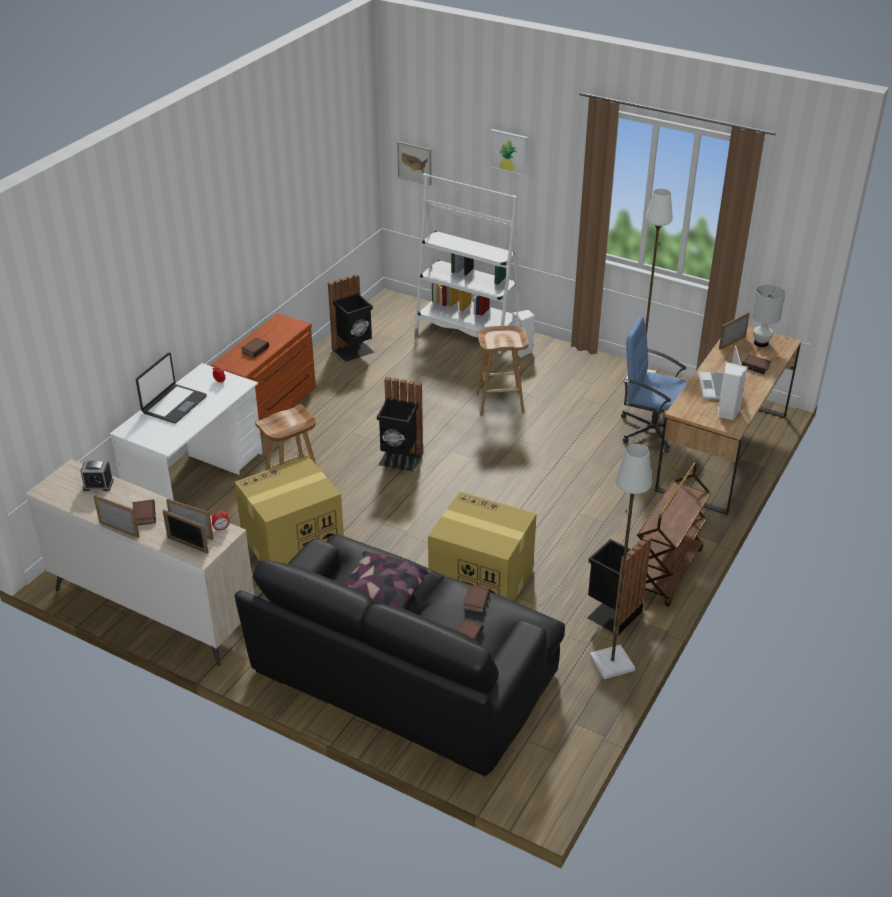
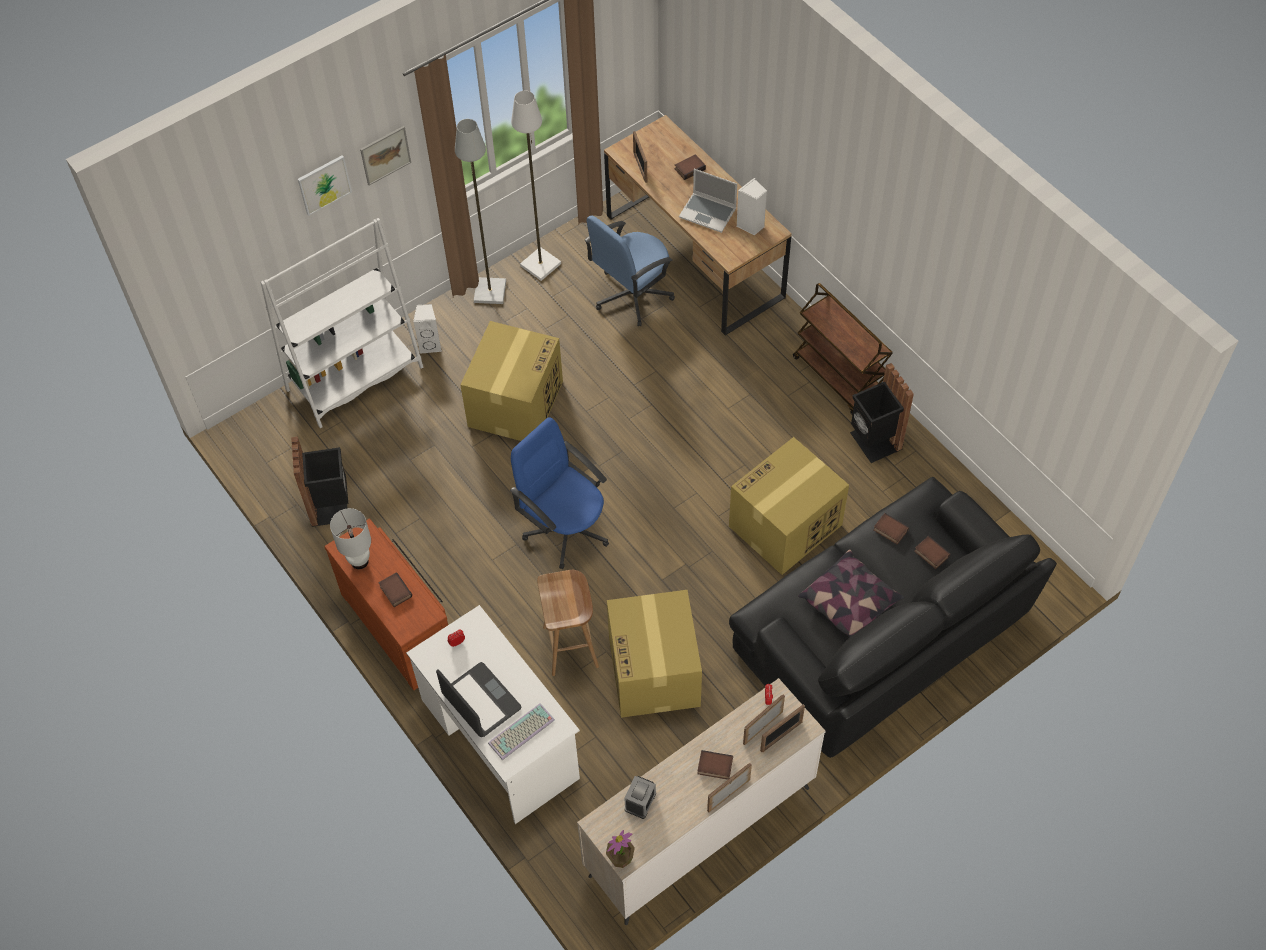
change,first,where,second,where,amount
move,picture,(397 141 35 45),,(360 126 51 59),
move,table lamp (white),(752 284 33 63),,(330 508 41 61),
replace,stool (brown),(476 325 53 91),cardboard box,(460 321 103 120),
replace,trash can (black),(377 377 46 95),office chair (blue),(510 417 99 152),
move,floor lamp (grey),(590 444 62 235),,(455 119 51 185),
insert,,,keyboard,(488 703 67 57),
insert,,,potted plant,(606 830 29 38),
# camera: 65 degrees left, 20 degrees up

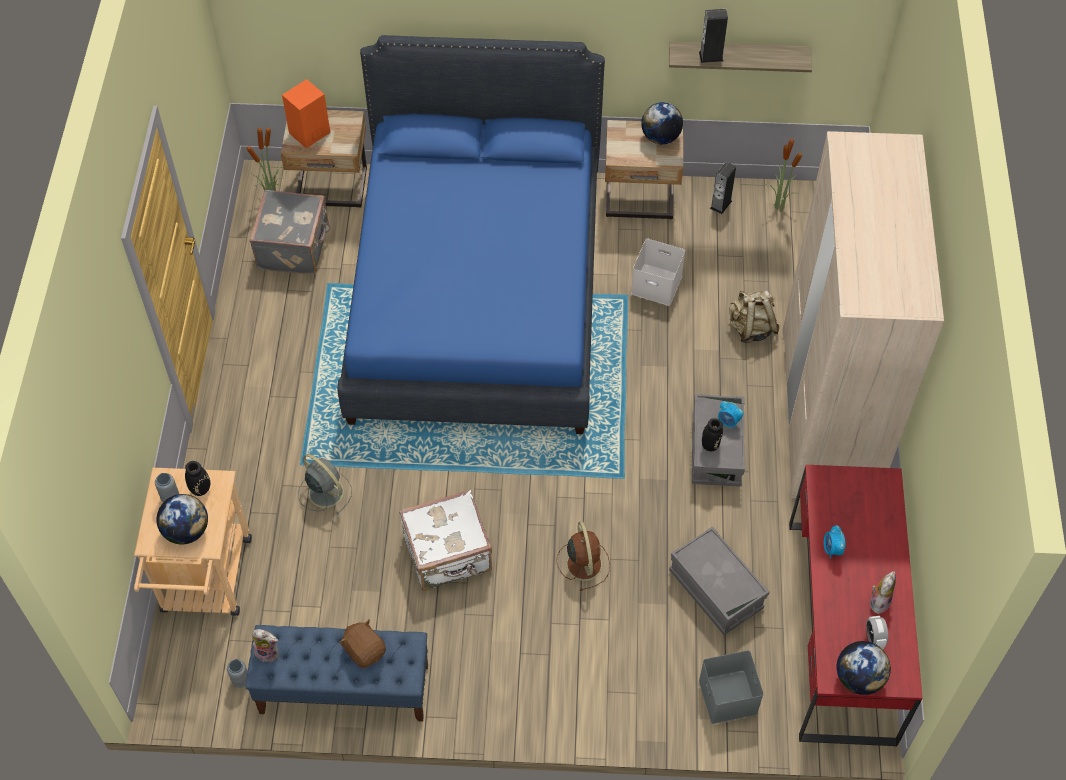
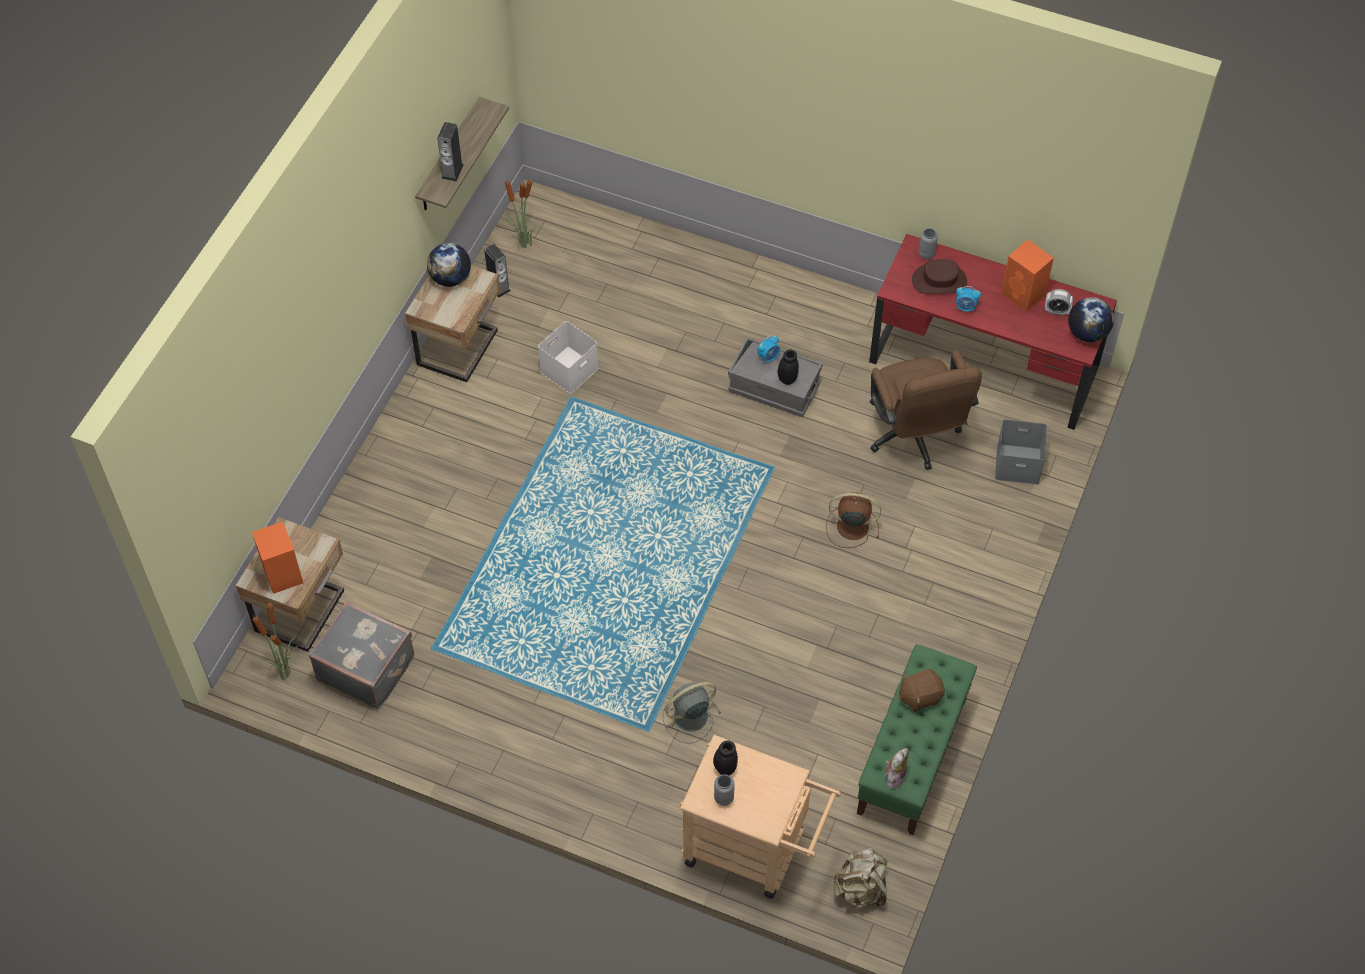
change,first,where,second,where,amount
delete,bed (blue),(337 35 268 399),,,
delete,wardrobe (beige),(783 131 161 368),,,
move,backpack (beige),(729 291 51 52),,(834 848 53 59),
delete,suitcase (white),(399 490 93 101),,,
delete,globe,(156 494 52 51),,,
replace,storage box (grey),(669 526 101 109),office chair (brown),(870 350 112 120),
replace,plush toy,(870 571 26 44),speaker (orange),(1001 240 53 72),
recolor,bench (blue),(246 625 182 97),bench (green),(857 644 120 191),
move,vase (grey),(227 659 21 29),,(919 228 19 31),
insert,,,hat (brown),(912 259 55 35),
# camera: 70 degrees left, 0 degrees up

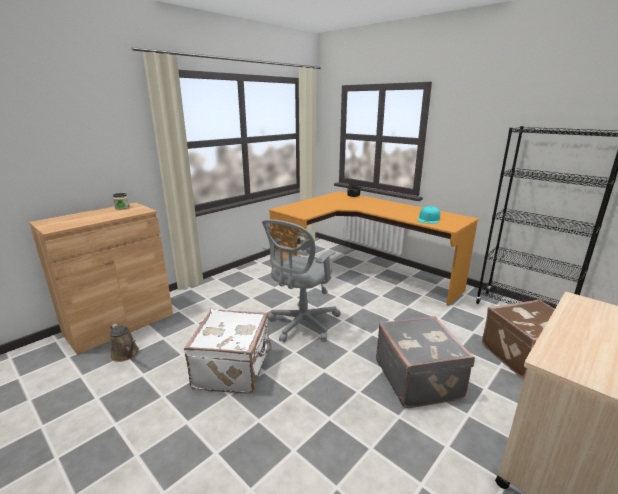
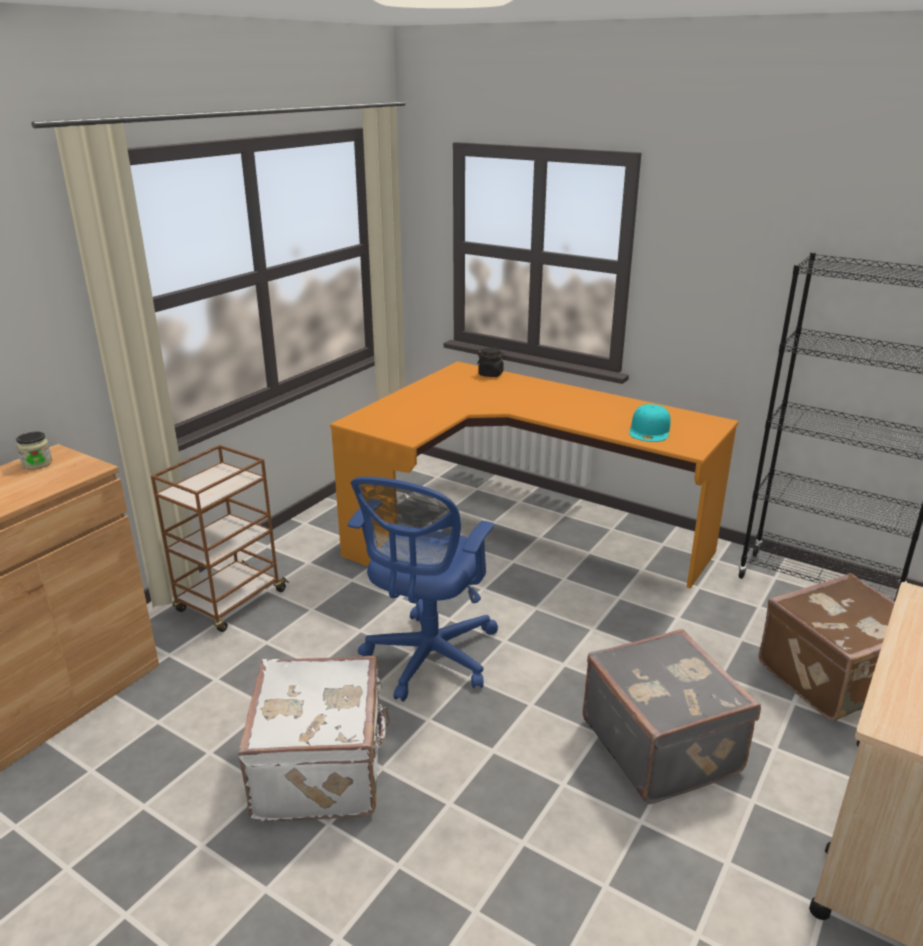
change,first,where,second,where,amount
recolor,office chair (grey),(262 219 79 123),office chair (blue),(348 477 150 225),
delete,watering can (brown),(110 323 29 39),,,
insert,,,cart (brown),(151 445 138 187),
# camera: 10 degrees left, 5 degrees up

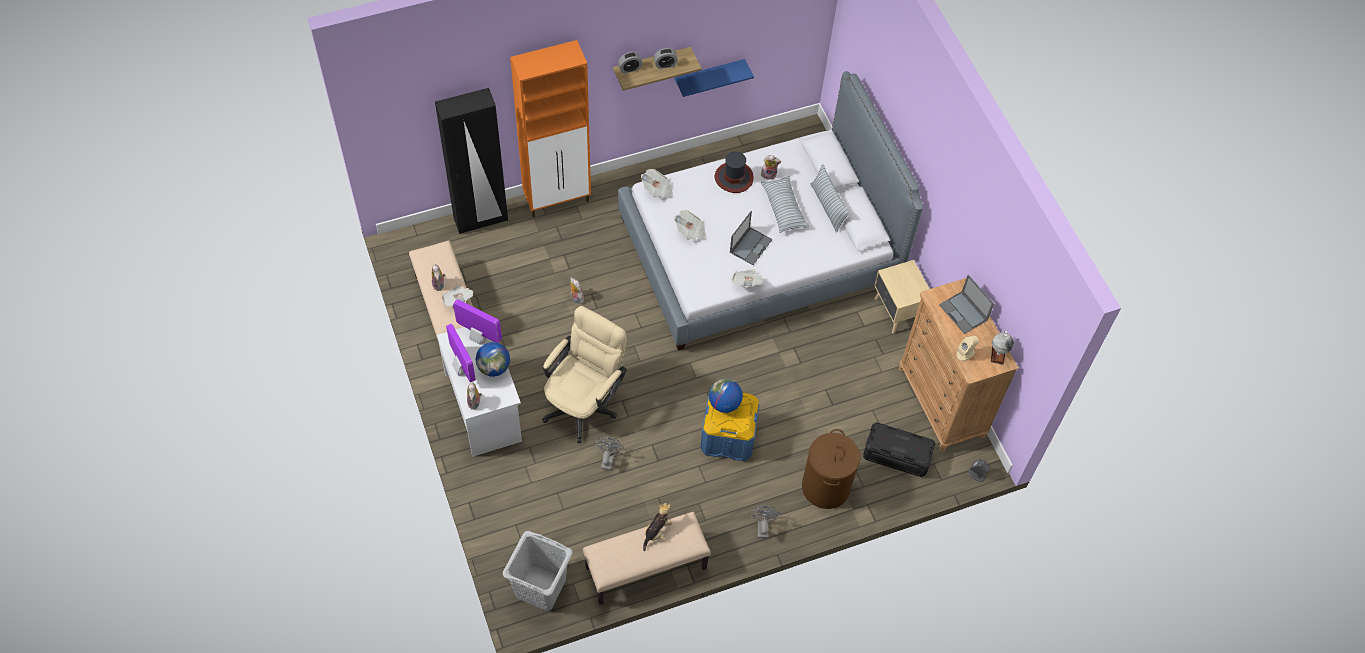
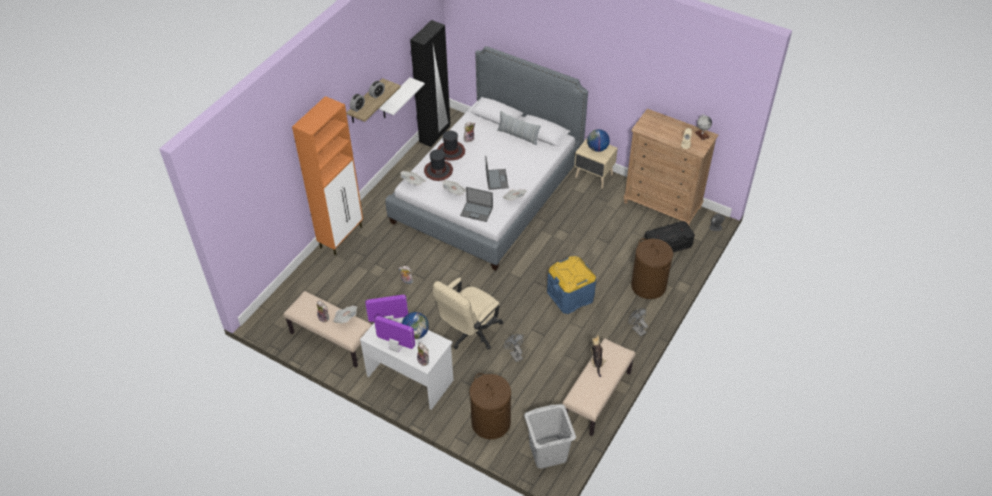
change,first,where,second,where,amount
recolor,shelf (blue),(675 59 79 38),shelf (white),(379 77 46 41),
move,wardrobe (black),(435 88 73 146),,(410 20 40 127),
delete,pillow,(761 176 48 57),,,
move,laptop,(939 275 55 59),,(460 187 33 35),
rotate,office chair (beige),(542 306 85 137),,(433 278 70 72),135 degrees counterclockwise
move,globe,(709 379 34 34),,(587 129 23 23),
insert,,,hat,(424 149 29 32),
insert,,,laundry basket (brown),(469 373 42 66),
# camera: 35 degrees left, 10 degrees down

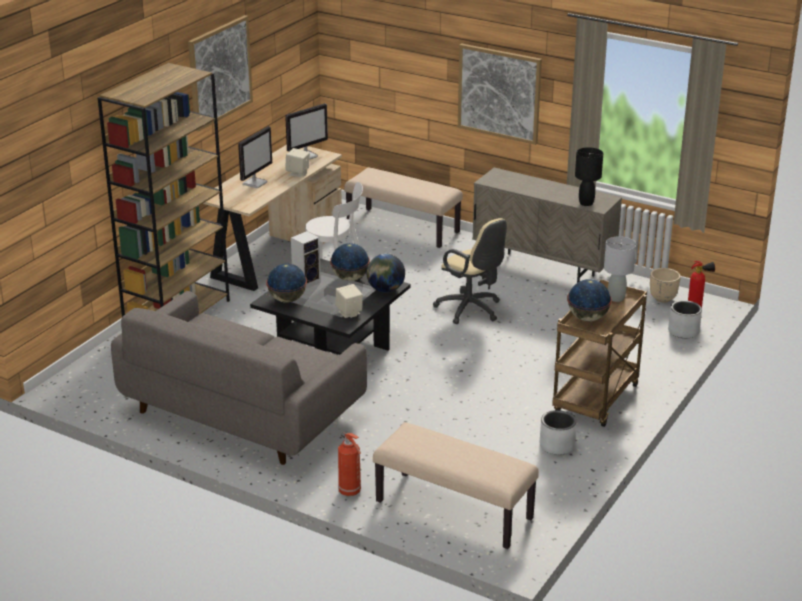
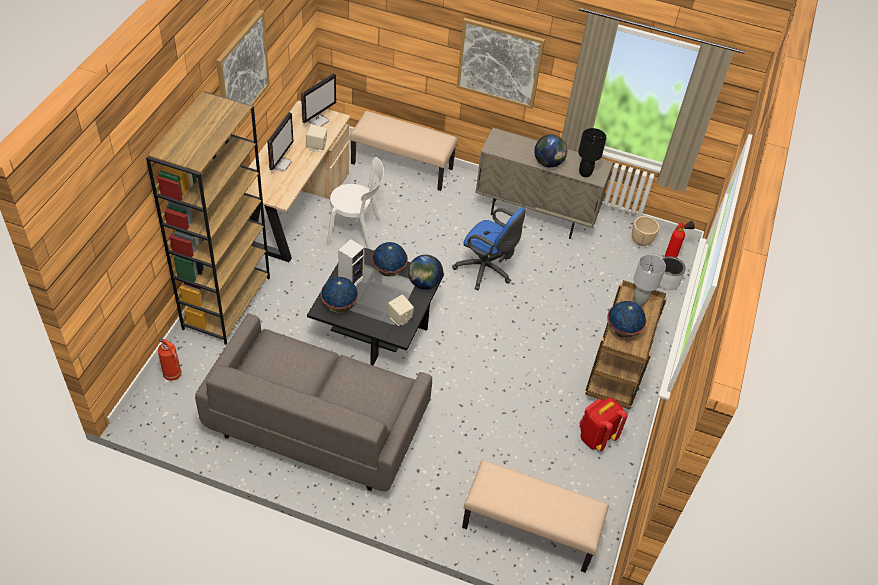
change,first,where,second,where,amount
recolor,office chair (beige),(433 218 74 106),office chair (blue),(452 207 74 83),
replace,planter (grey),(540 410 36 45),backpack (red),(579 398 49 53),
move,fire extinguisher,(338 432 23 64),,(158 337 24 44),
insert,,,globe,(534 134 33 34),
# camera: 15 degrees left, 20 degrees up

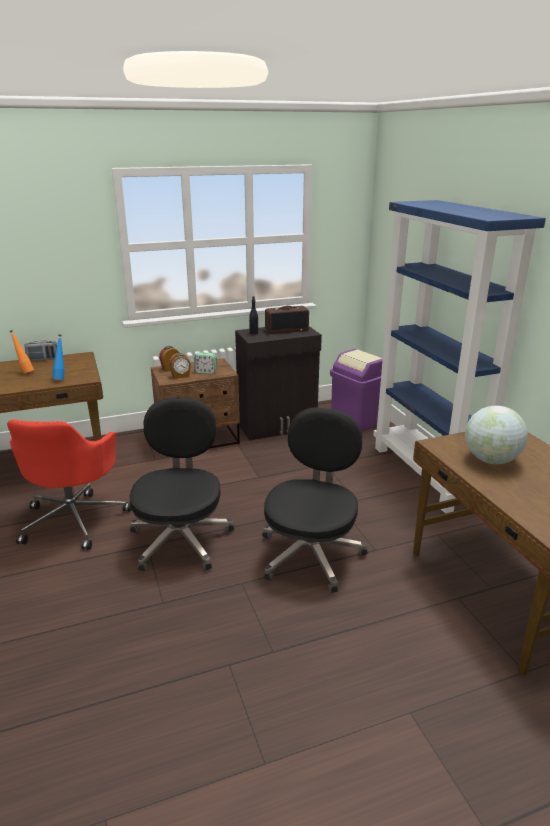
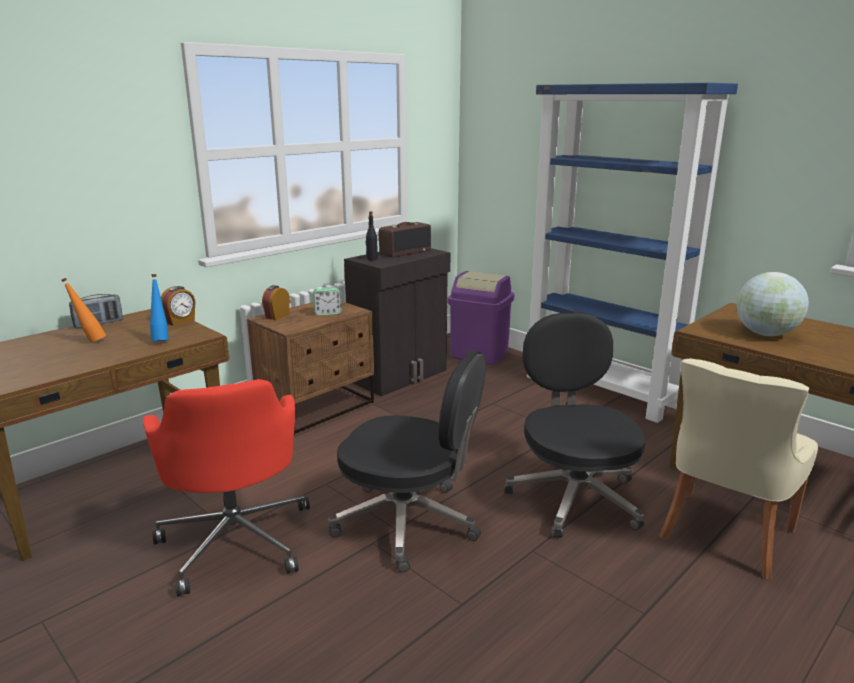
change,first,where,second,where,amount
move,alarm clock,(169 353 22 26),,(161 286 35 40),
rotate,office chair (black),(130 398 104 173),,(328 350 158 222),135 degrees clockwise
insert,,,chair (beige),(659 358 159 221),
# camera: 25 degrees left, 5 degrees down

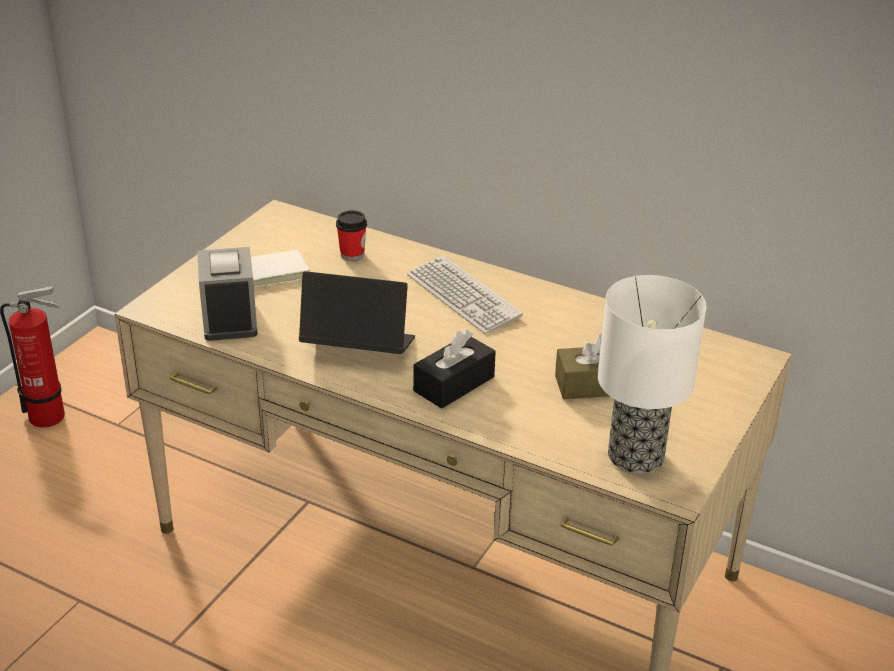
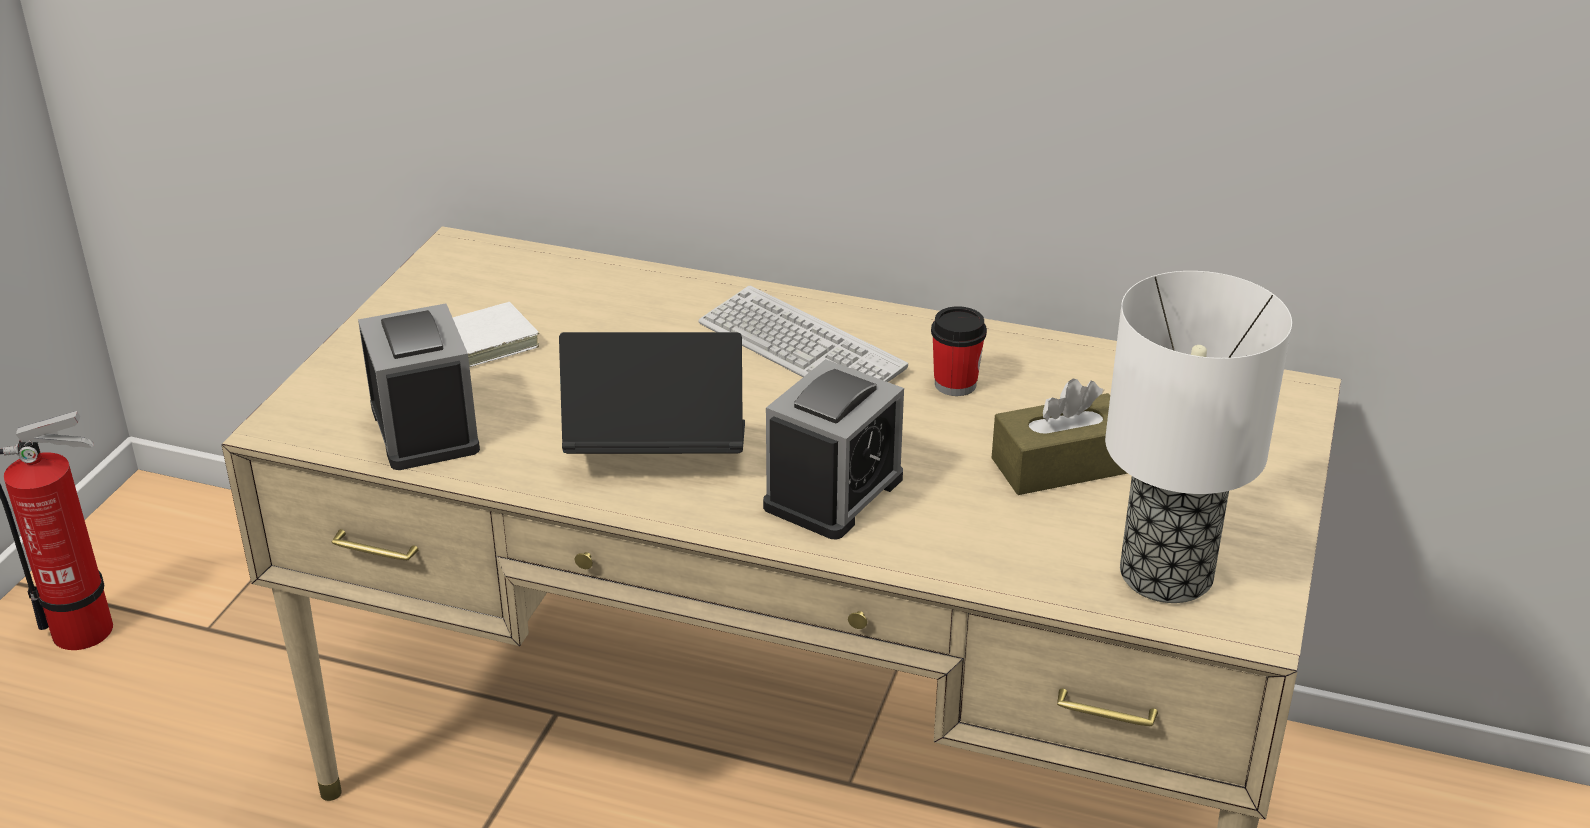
change,first,where,second,where,amount
move,cup,(336 210 31 51),,(931 306 56 90),
replace,tissue box (black),(413 330 83 79),alarm clock,(763 359 141 180),
# camera: 10 degrees left, 0 degrees up

